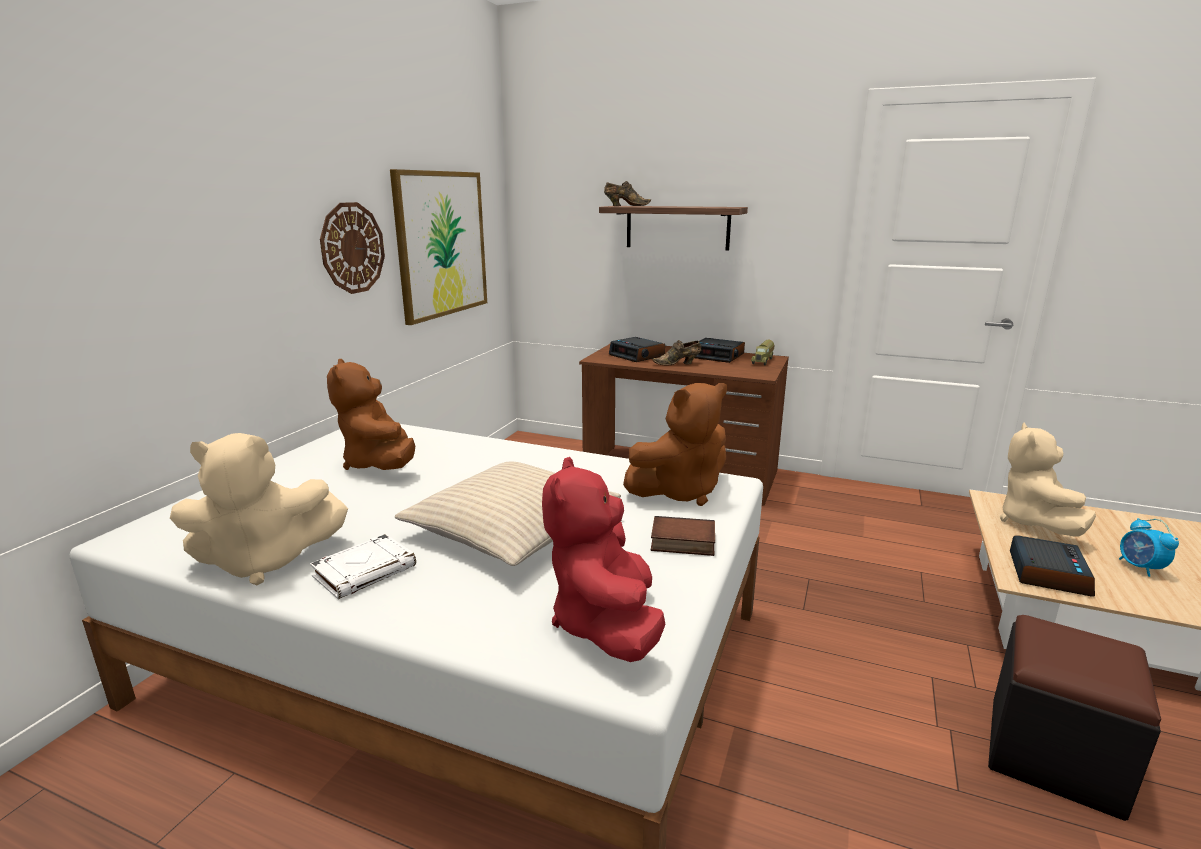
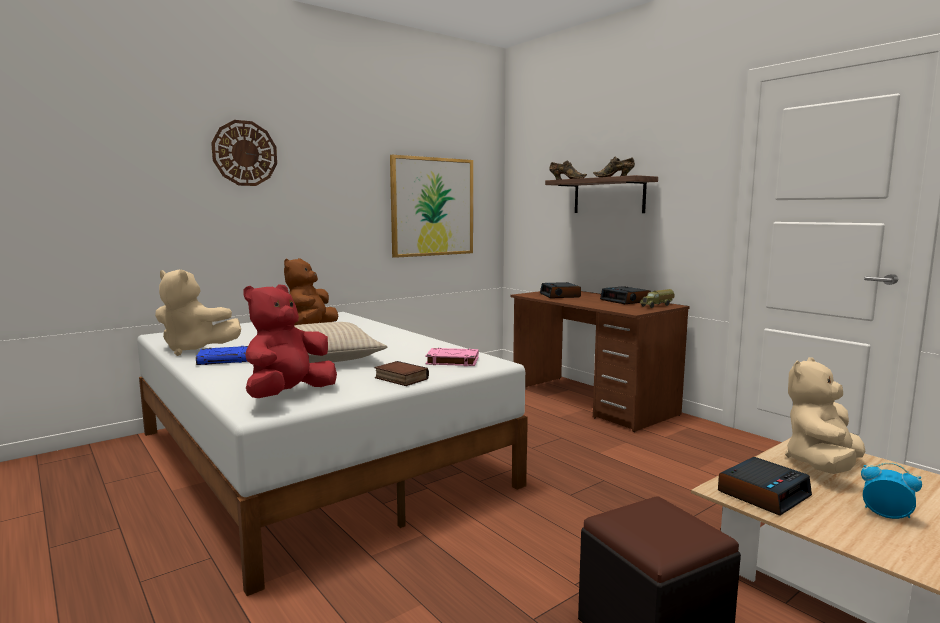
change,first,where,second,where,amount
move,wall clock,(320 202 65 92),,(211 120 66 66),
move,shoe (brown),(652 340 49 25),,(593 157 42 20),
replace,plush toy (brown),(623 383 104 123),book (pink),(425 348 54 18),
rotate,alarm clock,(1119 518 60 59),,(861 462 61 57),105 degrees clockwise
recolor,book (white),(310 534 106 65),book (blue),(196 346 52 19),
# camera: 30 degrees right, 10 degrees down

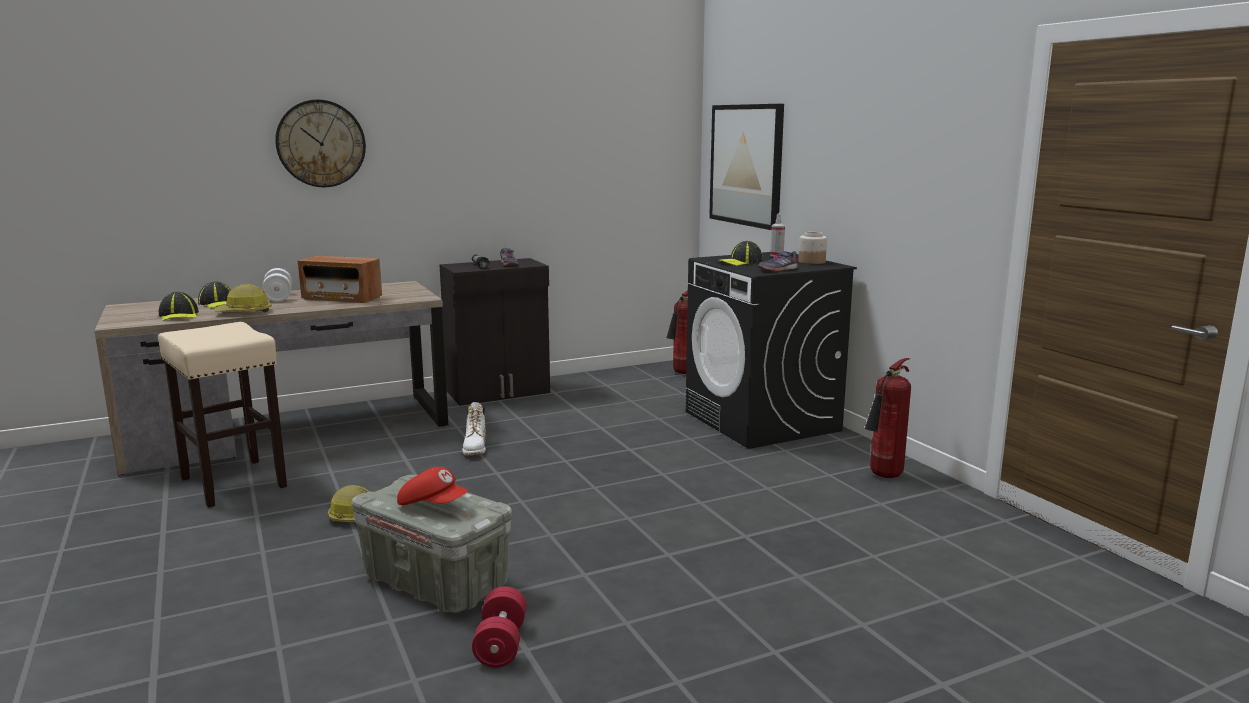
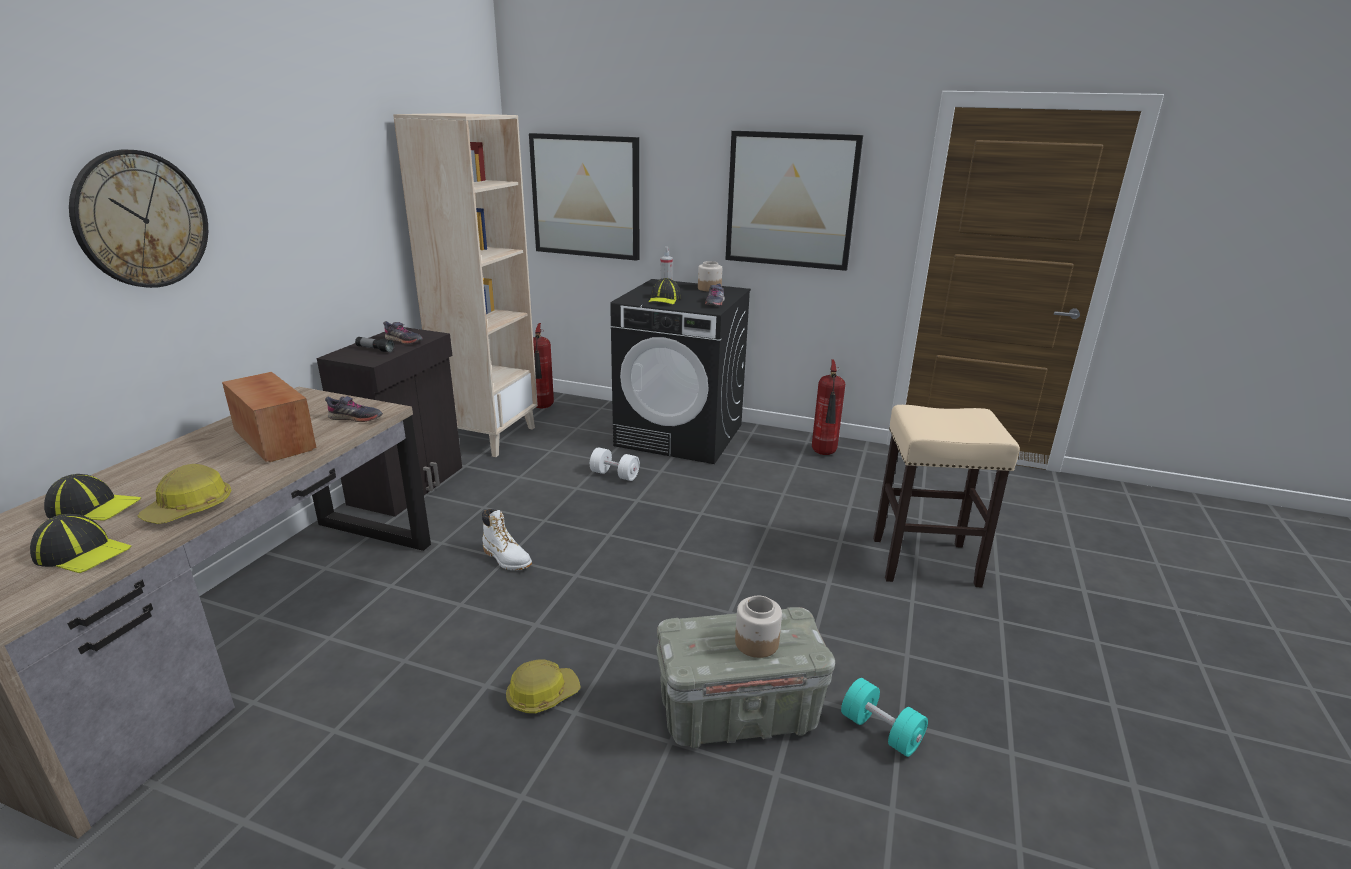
change,first,where,second,where,amount
rotate,radio,(298 256 84 47),,(222 372 95 90),105 degrees counterclockwise
move,dumbbell (white),(262 268 30 34),,(590 447 50 34),
move,stool (beige),(158 322 129 186),,(873 405 147 183),
replace,cap (red),(397 467 71 38),jar,(735 596 47 62),
recolor,dumbbell (red),(472 586 55 82),dumbbell (turquoise),(841 678 87 79),
insert,,,bookcase (beige),(393 113 145 344),
insert,,,picture,(725 131 138 140),
insert,,,shoe (grey),(325 396 58 26),
# camera: 45 degrees left, 10 degrees up

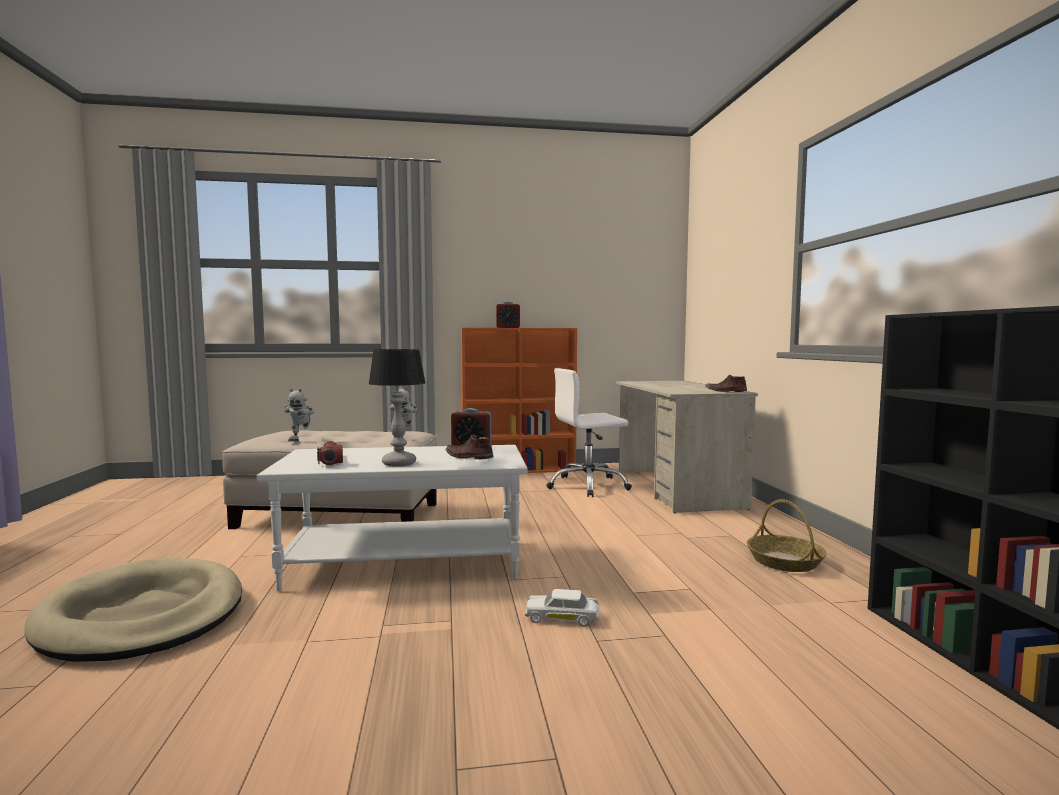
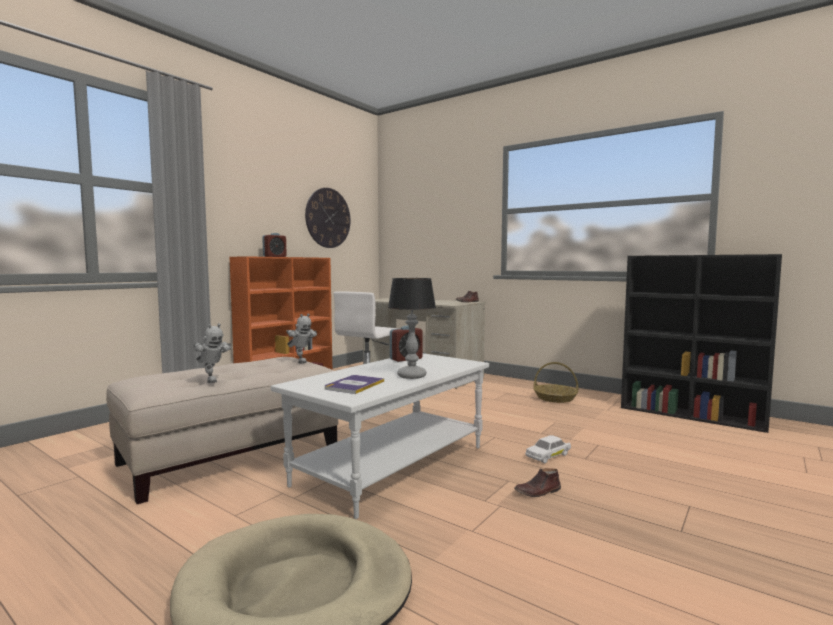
change,first,where,second,where,amount
move,shoe (brown),(445 435 48 24),,(514 468 47 29),
replace,flashlight,(317 441 26 24),book,(325 375 59 19),
insert,,,wall clock,(305 188 45 60),
# camera: 45 degrees left, 0 degrees up

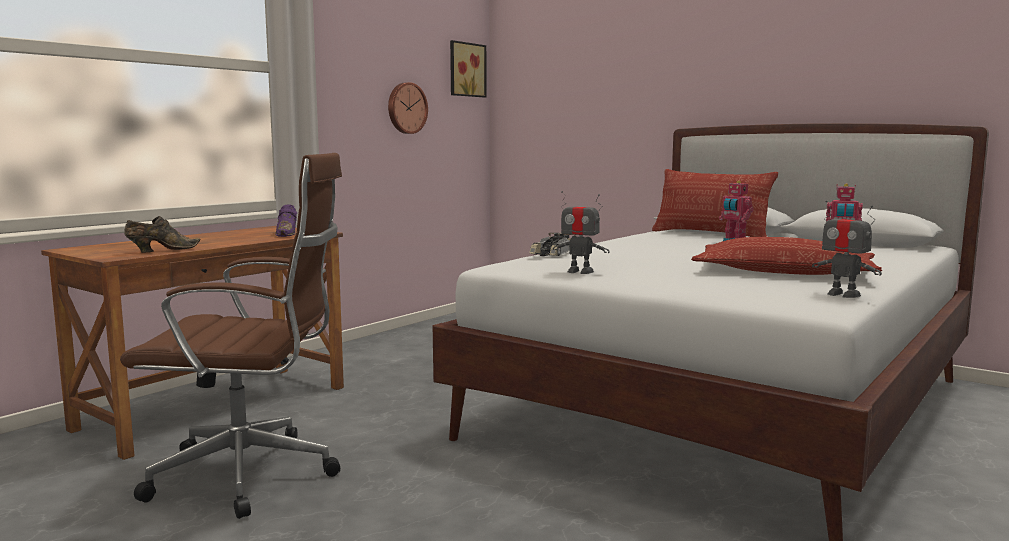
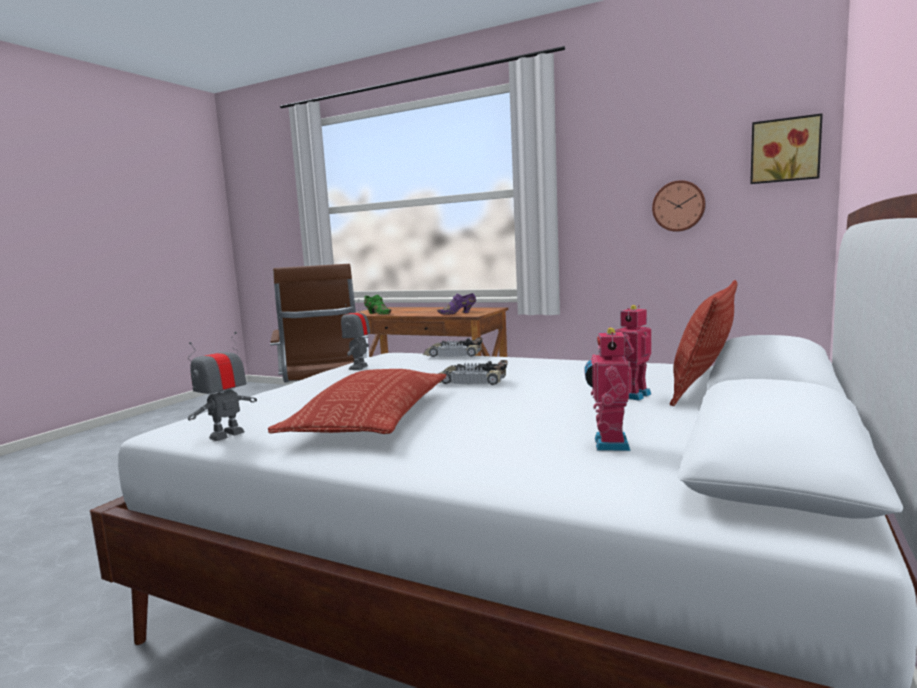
change,first,where,second,where,amount
recolor,shoe (brown),(124 216 76 37),shoe (green),(364 295 27 19),
insert,,,toy car,(437 360 70 25),
# camera: 80 degrees right, 0 degrees up

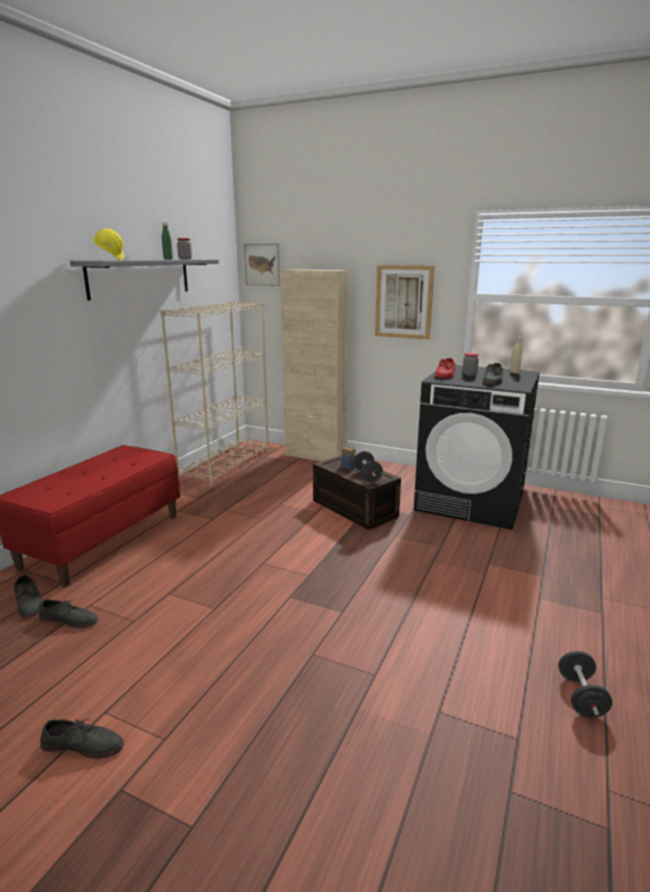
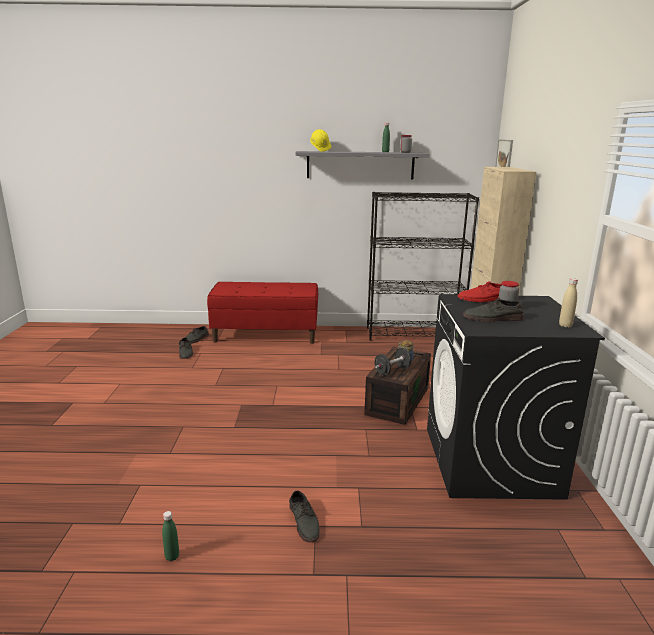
change,first,where,second,where,amount
delete,picture,(375 265 60 74),,,
recolor,bookcase (beige),(161 301 108 186),bookcase (black),(367 192 112 149),
replace,dumbbell (black),(558 651 54 66),bottle (green),(162 511 17 50),
move,shoe (grey),(40 718 84 41),,(289 490 31 52),
# camera: 65 degrees right, 0 degrees up

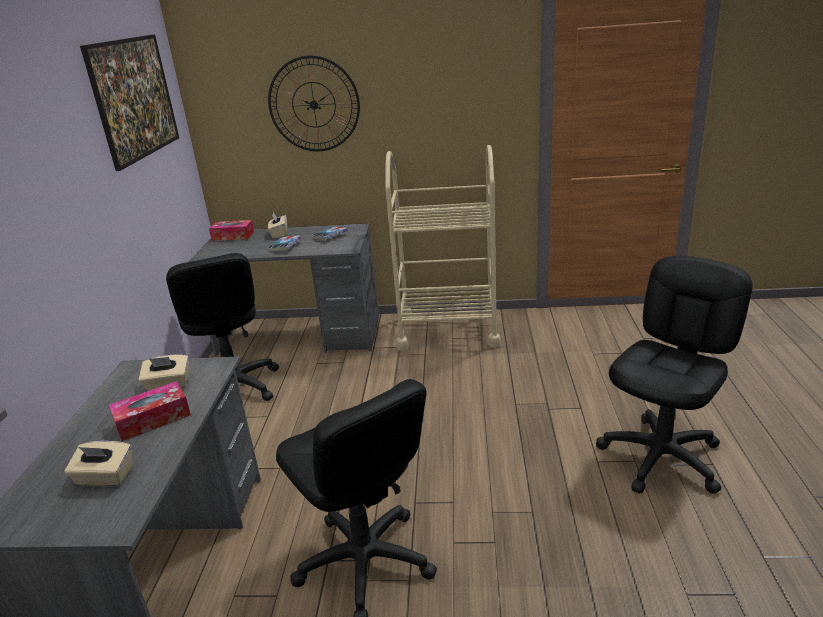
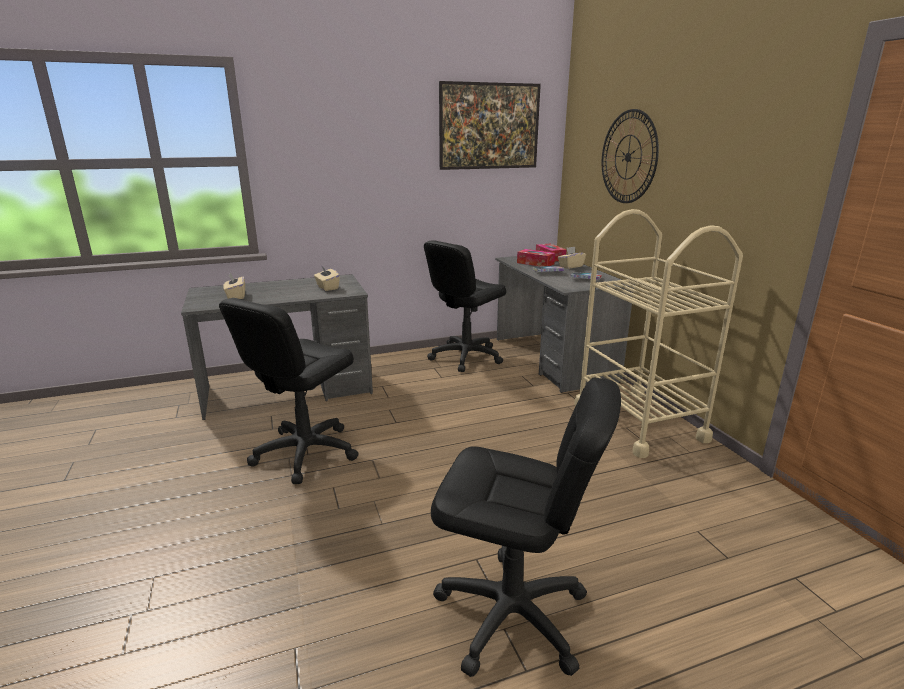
change,first,where,second,where,amount
move,tissue box,(109 381 82 60),,(517 249 38 18),
# camera: 65 degrees right, 5 degrees down

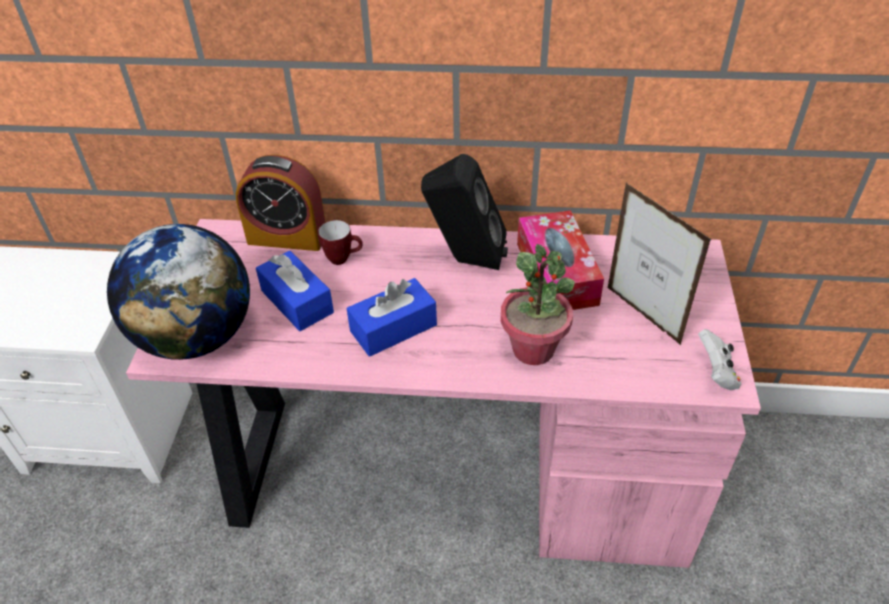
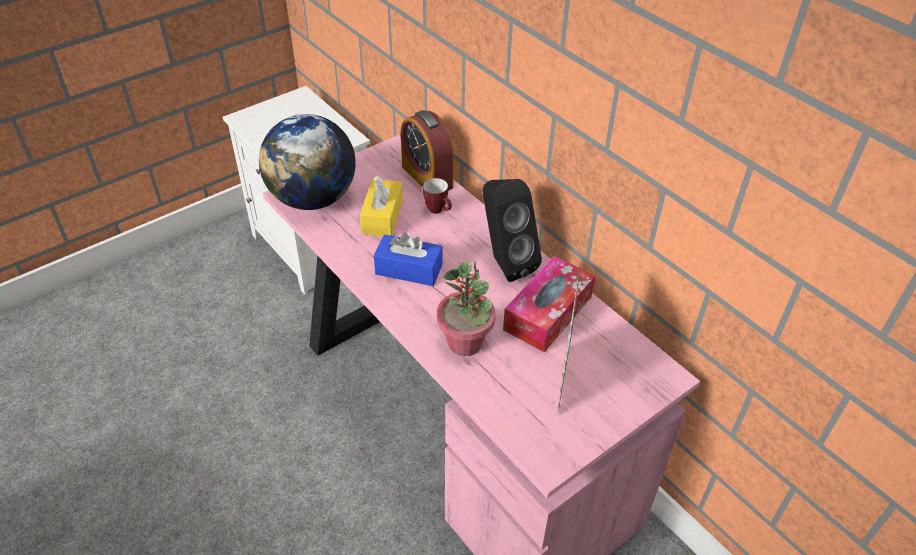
change,first,where,second,where,amount
recolor,tissue box (blue),(256 251 78 80),tissue box (yellow),(360 176 43 60),
delete,game controller (white),(698 329 43 61),,,
# camera: 45 degrees right, 0 degrees up

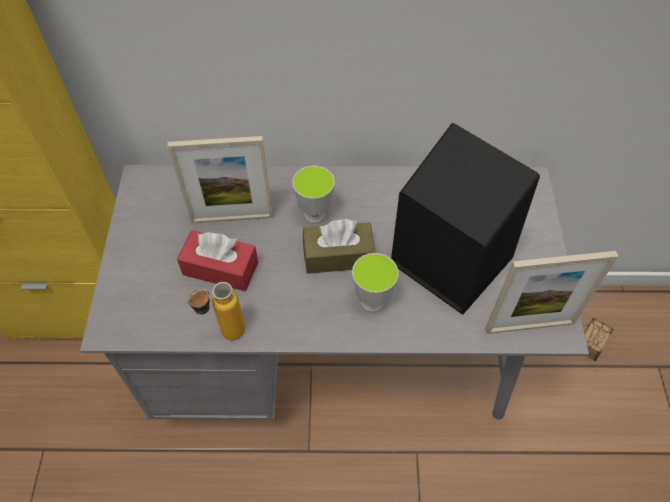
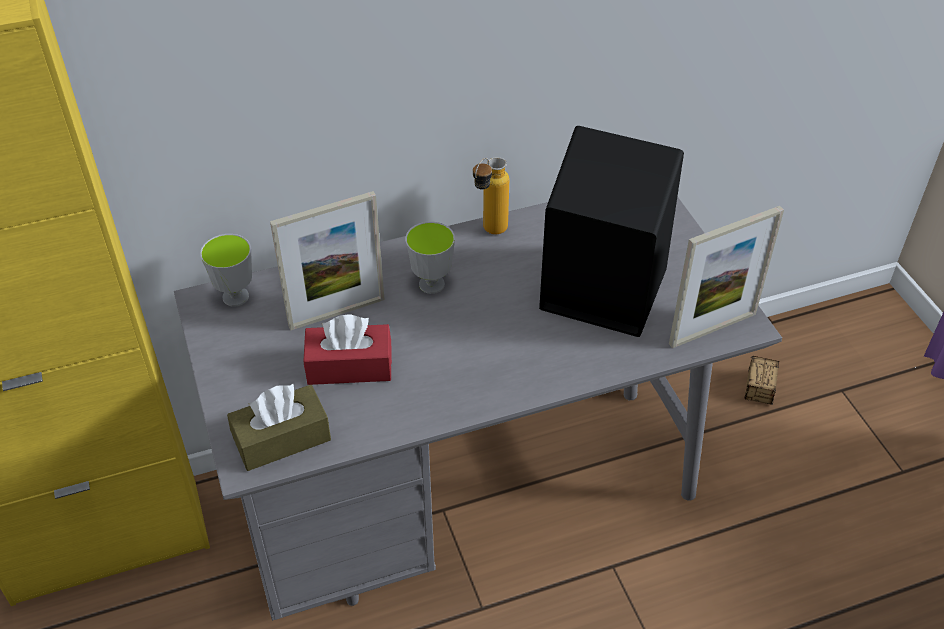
change,first,where,second,where,amount
move,tissue box (brown),(303 219 72 55),,(227 384 104 87),
move,cup,(352 253 47 59),,(200 234 52 73),
move,bottle,(187 282 58 58),,(473 157 36 78),
# camera: 20 degrees left, 10 degrees down

